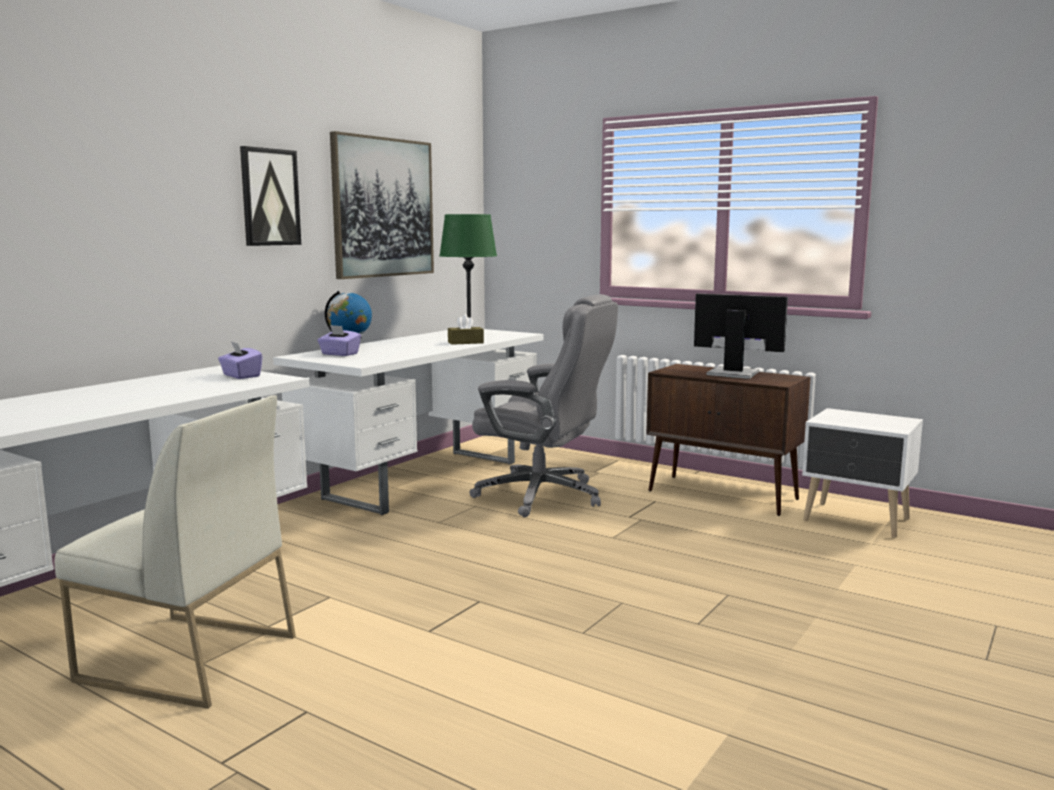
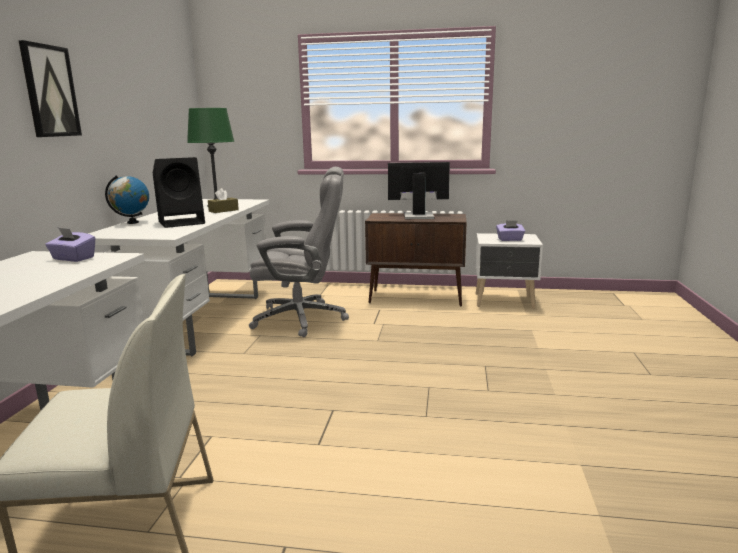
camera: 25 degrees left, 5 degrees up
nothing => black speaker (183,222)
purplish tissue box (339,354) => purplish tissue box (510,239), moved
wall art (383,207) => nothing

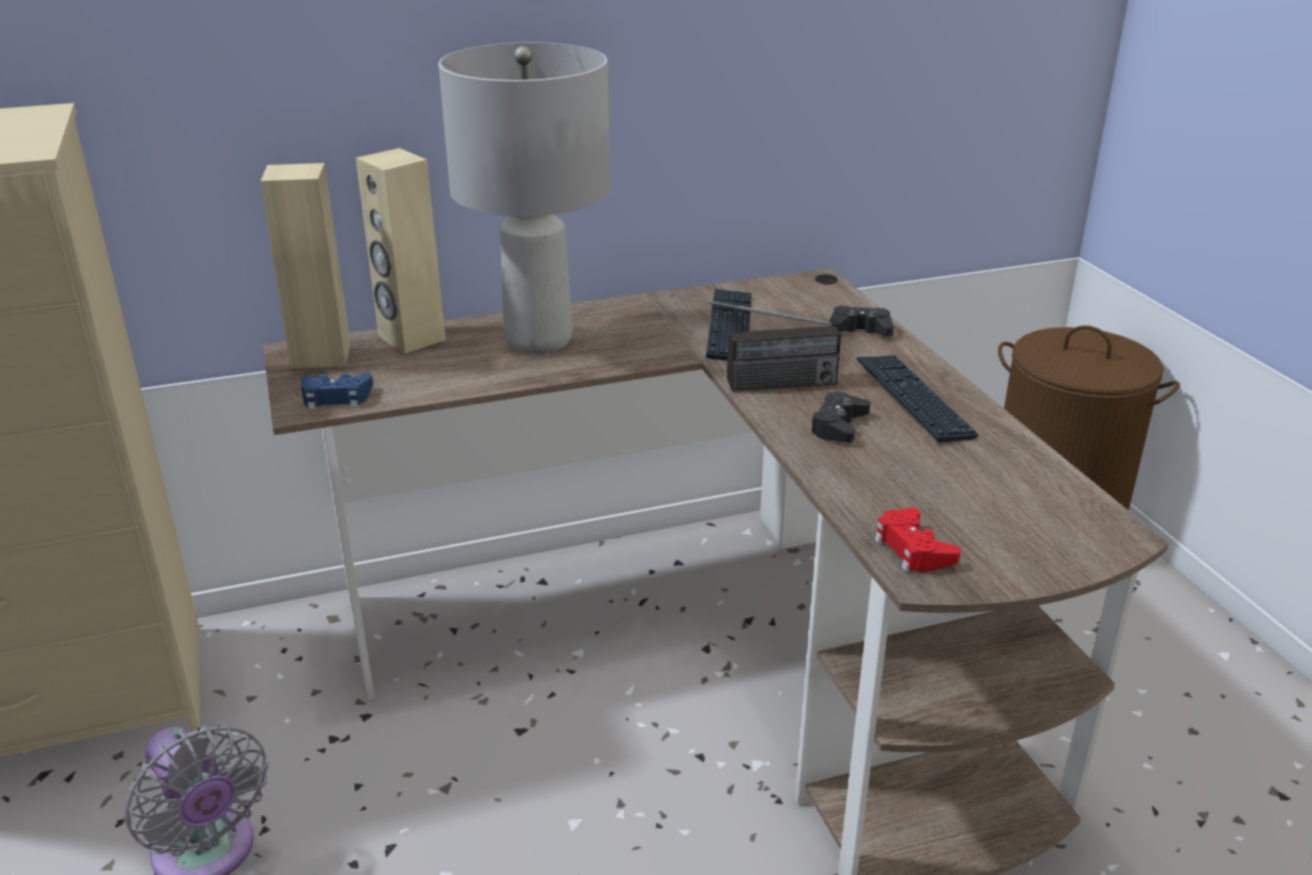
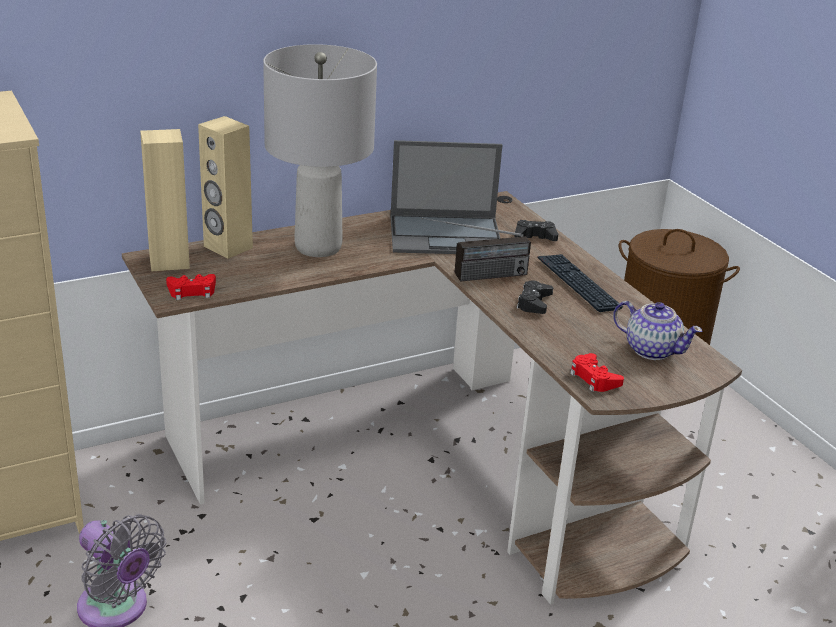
camera: 10 degrees left, 0 degrees up
blue-coloured joypad (336,398) => red-coloured joypad (192,291)
computer keyboard (729,326) => portable computer (447,235)
nothing => teapot (651,349)

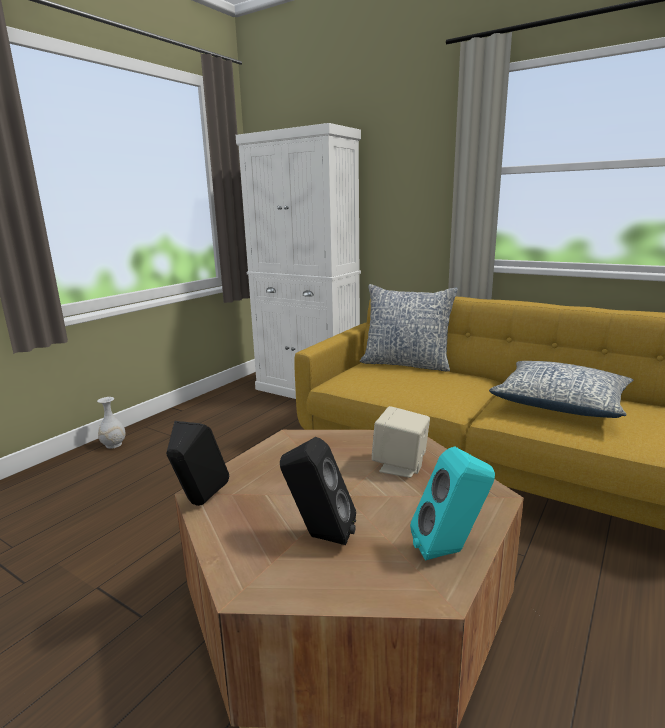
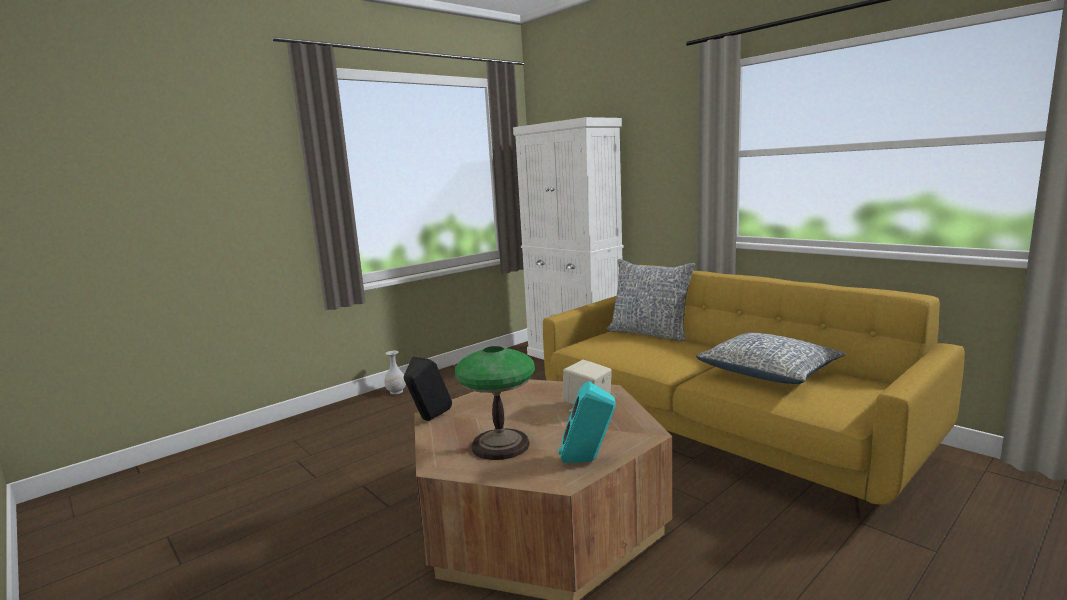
camera: 15 degrees right, 5 degrees down
black speaker (319,536) => tabletop lamp (500,445)

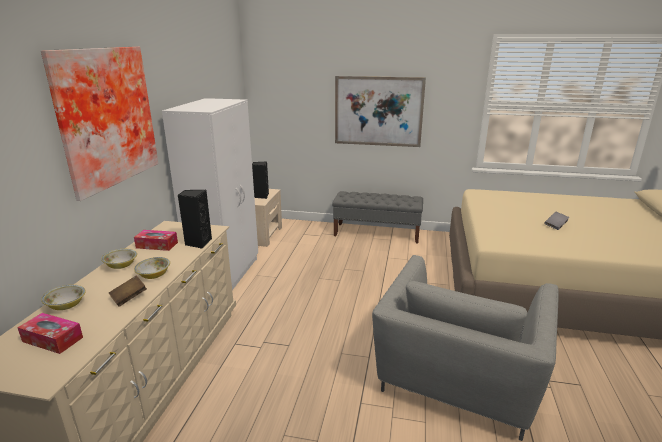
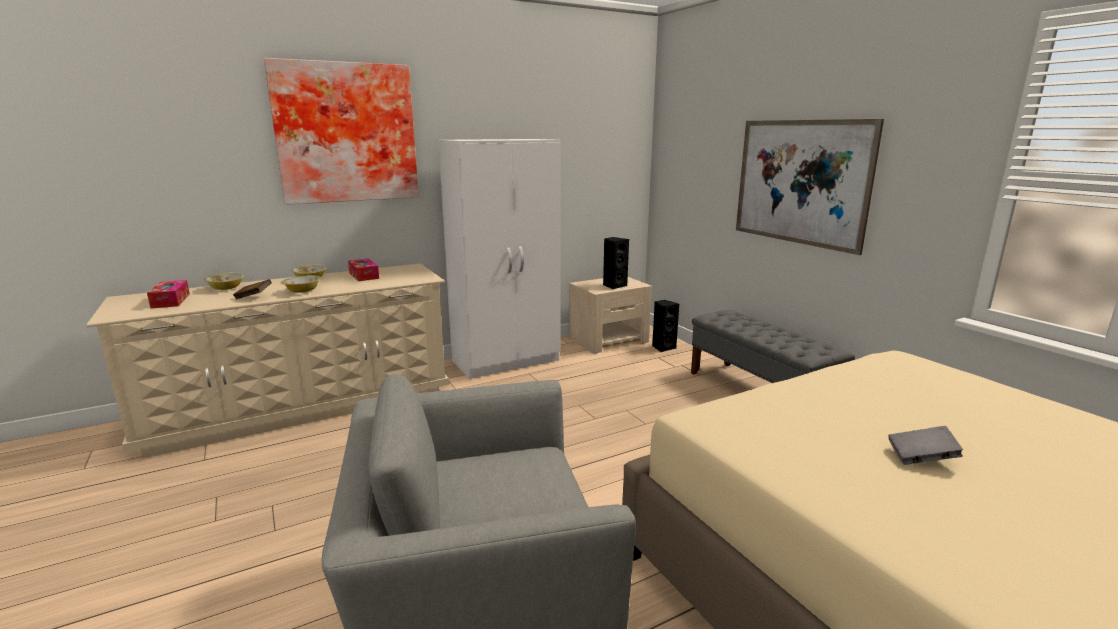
camera: 50 degrees right, 5 degrees down
black speaker (198,243) => black speaker (663,347), moved

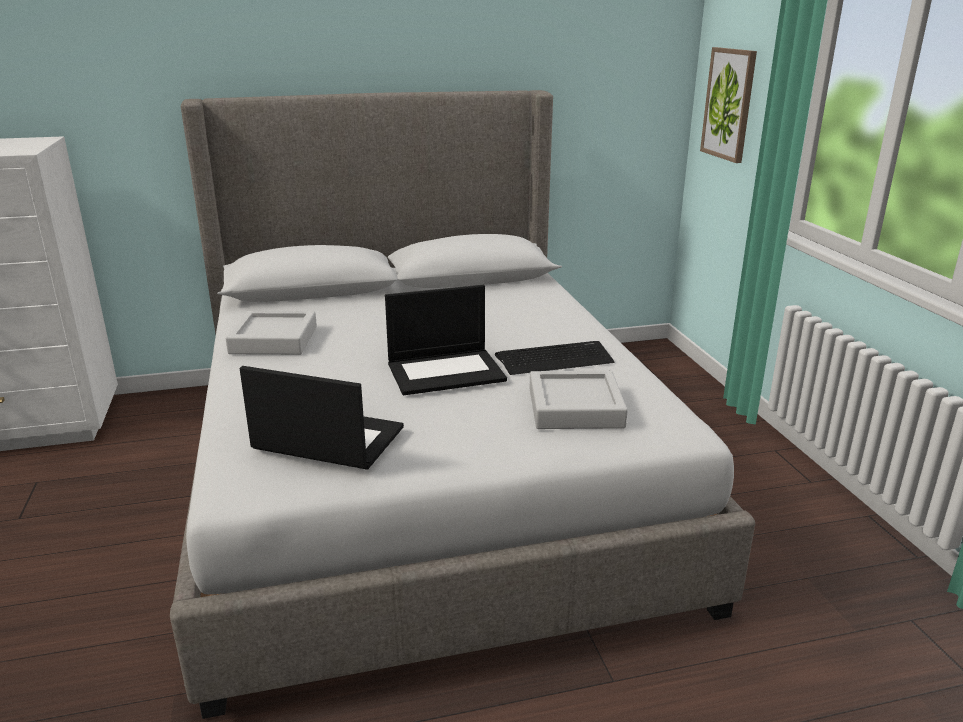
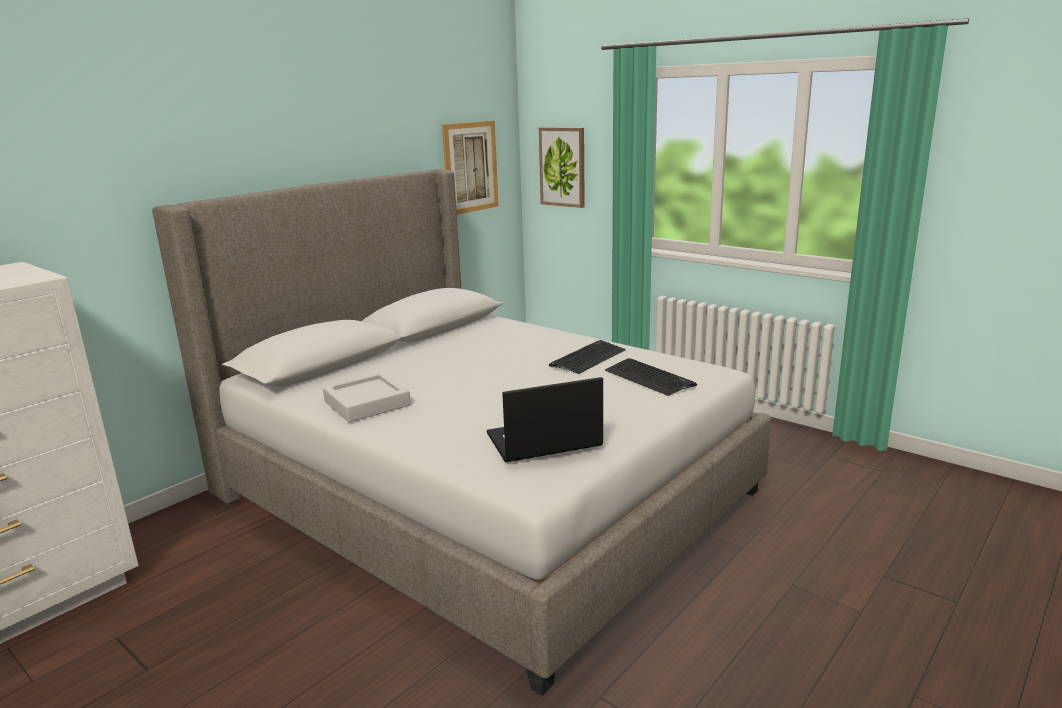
camera: 35 degrees left, 5 degrees down
nothing => wall art (470,167)
grey tray (575,408) => computer keyboard (649,378)
portable computer (446,371) => nothing

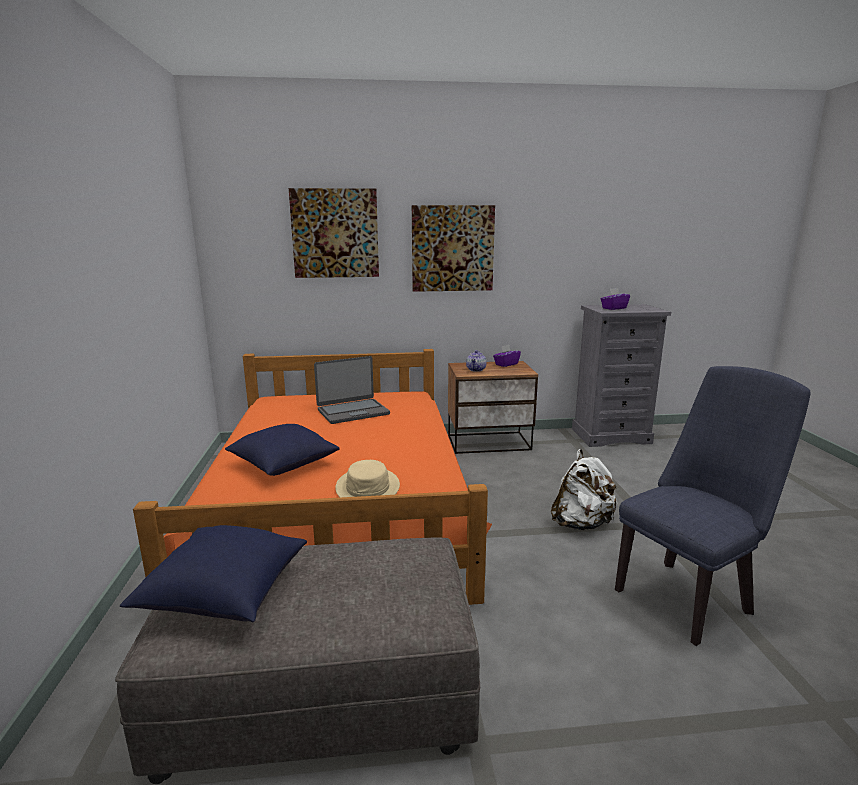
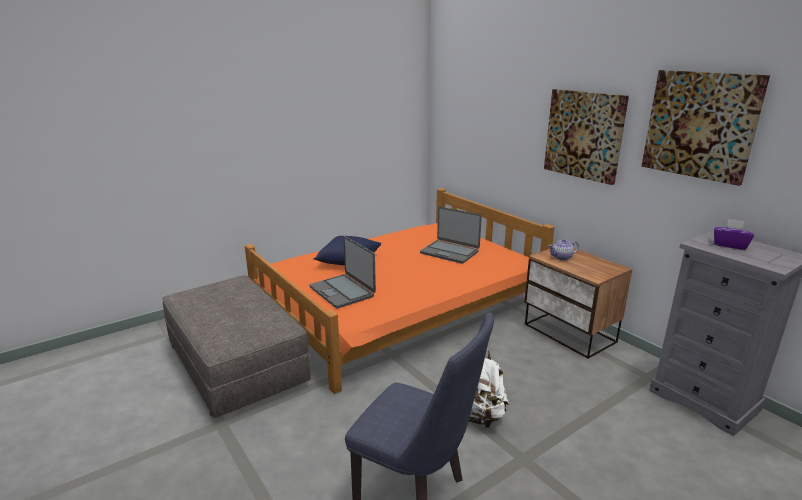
camera: 60 degrees right, 5 degrees up
beige-coloured wearable hat (368,487) => portable computer (342,291)
wall art (335,233) => wall art (700,125), moved
blue-coloured cushion (224,594) => nothing
purplish tissue box (506,364) => nothing

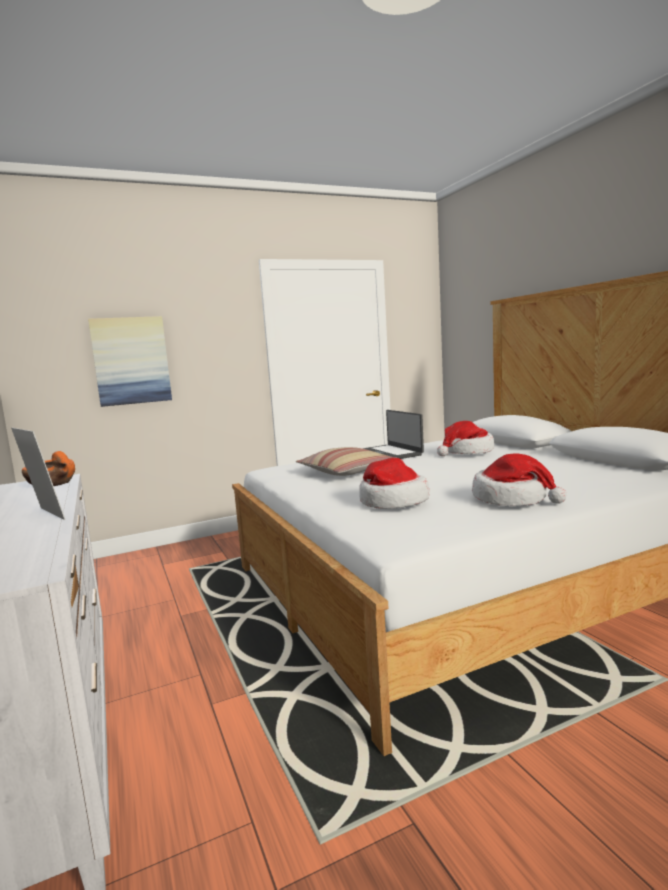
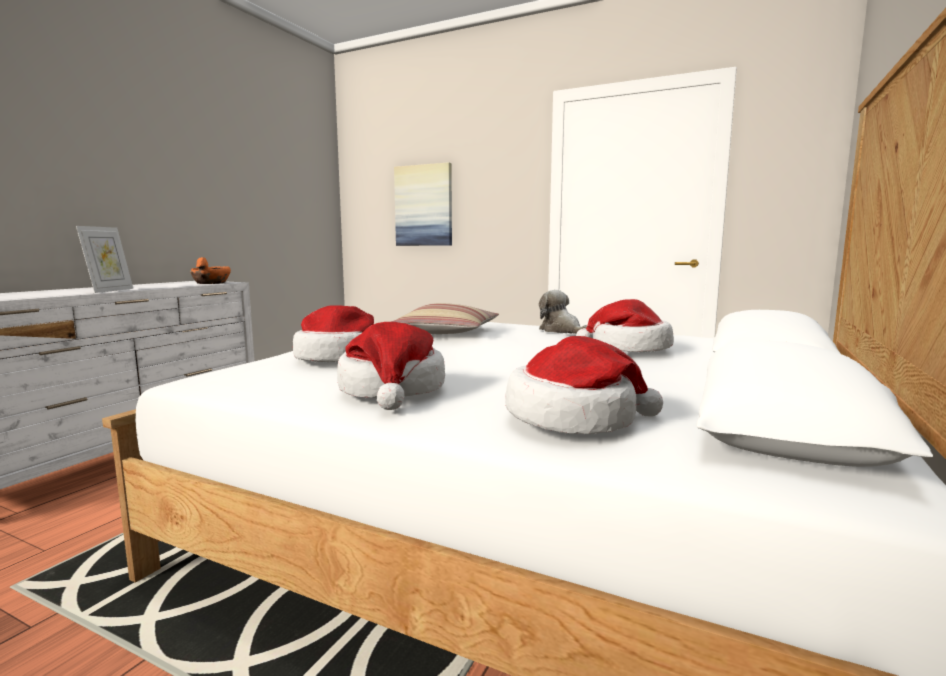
camera: 50 degrees right, 0 degrees up
nothing => wearable hat (574,417)
portable computer (390,453) => plush toy (561,331)

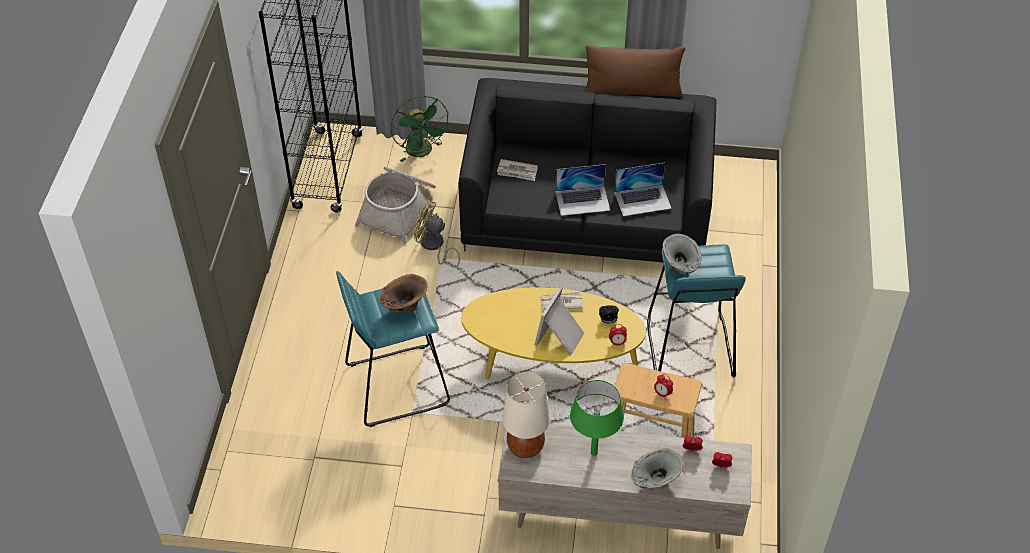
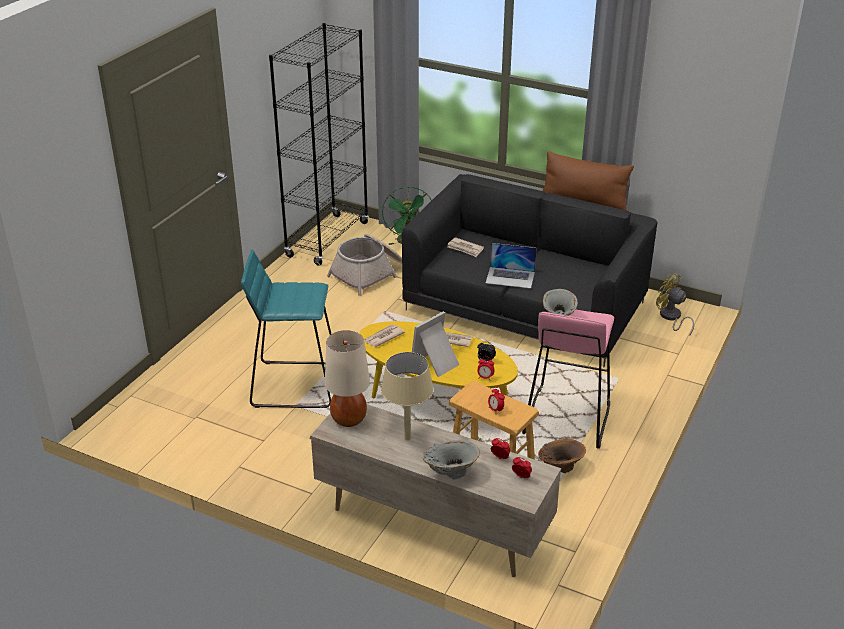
camera: 20 degrees right, 15 degrees down
nothing => newspaper (383,337)
greenish tabletop lamp (593,453) => beige-coloured tabletop lamp (407,438)
blue-green stool seat (688,348) => pink-coloured stool seat (566,418)
brown vase (404,307) => brown vase (560,468), moved
yellow-coloured cooling fan (433,246) => yellow-coloured cooling fan (671,318), moved
portable computer (643,200) => nothing

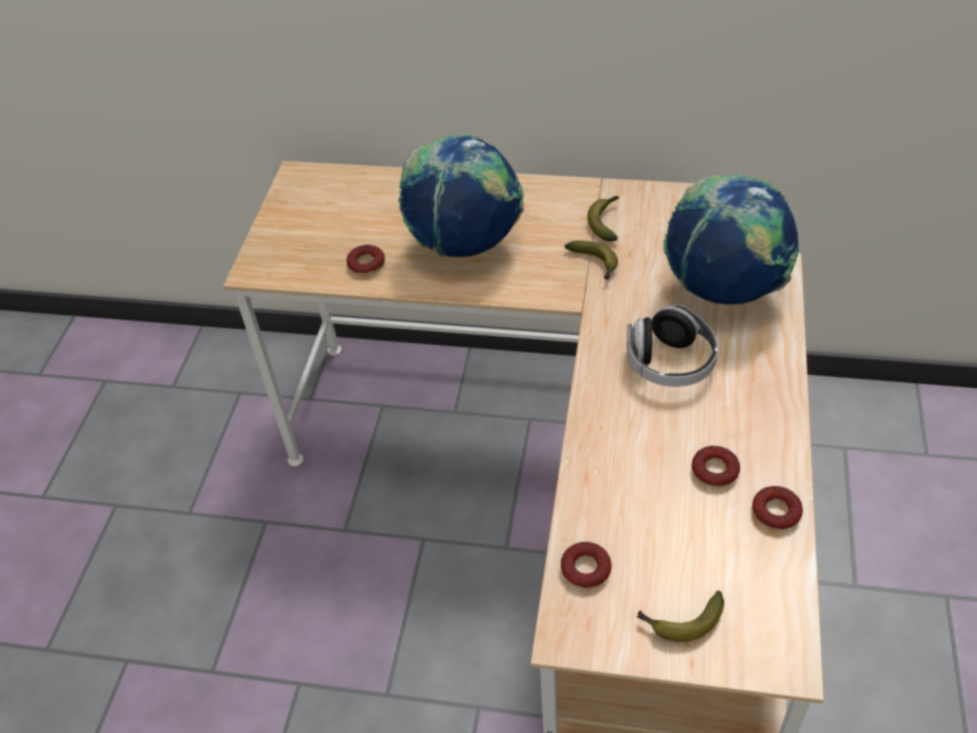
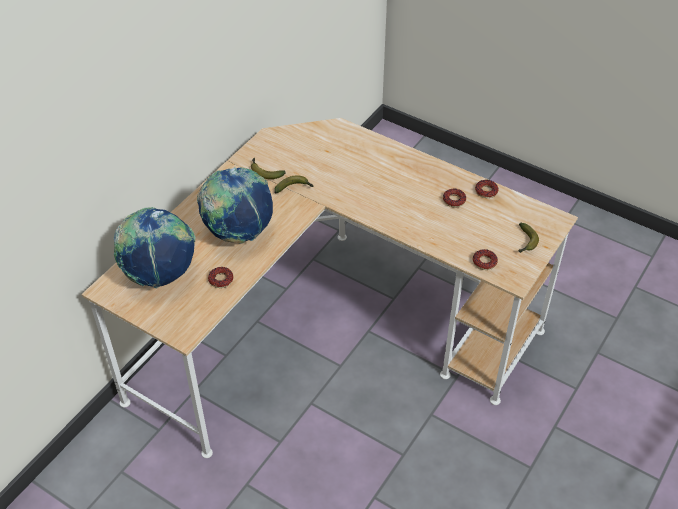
camera: 70 degrees left, 0 degrees up
desk globe (725,289) => desk globe (160,274), moved
headphones (670,363) => nothing

